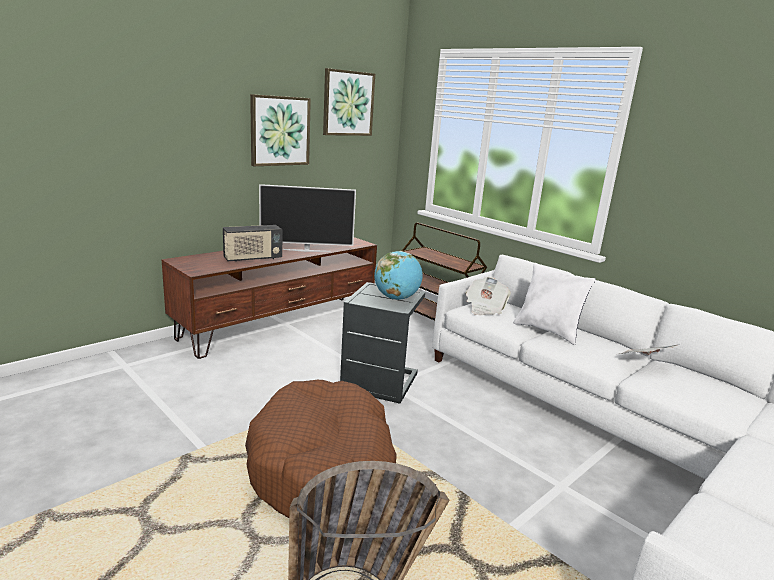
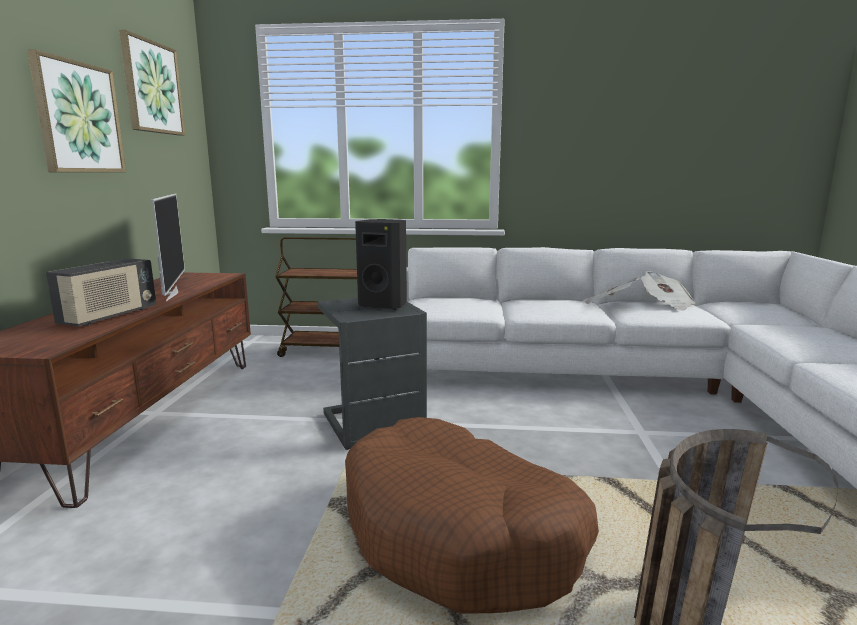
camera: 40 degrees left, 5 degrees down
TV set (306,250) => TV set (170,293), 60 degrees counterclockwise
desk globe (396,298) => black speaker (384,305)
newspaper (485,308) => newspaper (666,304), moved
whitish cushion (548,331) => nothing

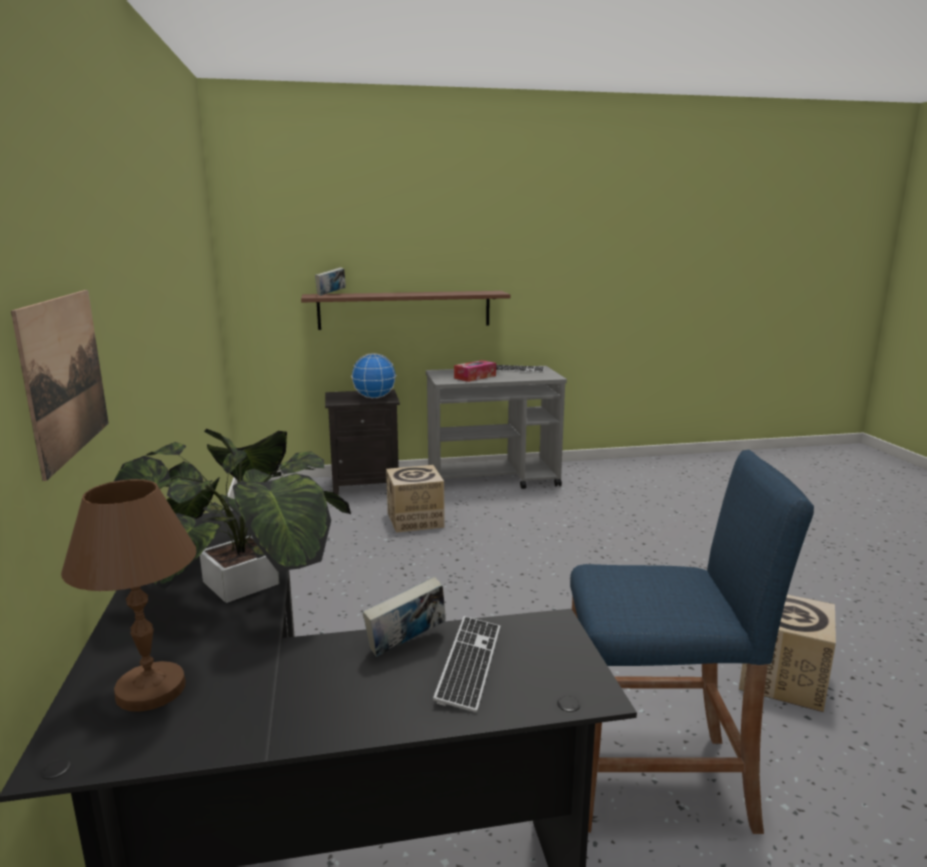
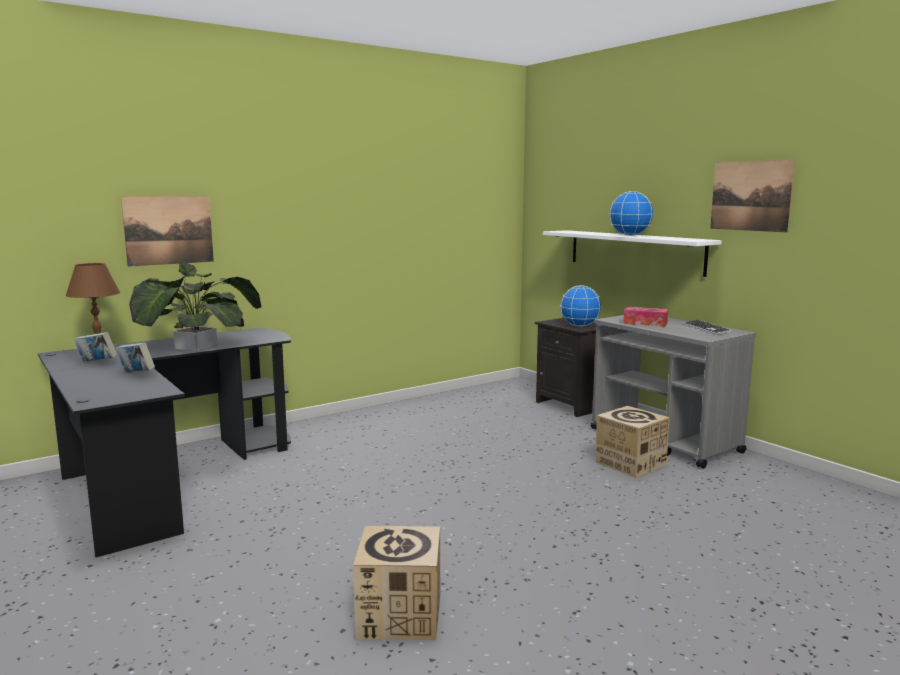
camera: 65 degrees right, 5 degrees down
volume (331,294) => volume (97,362), moved
brown bracket shelf (405,310) => whitish bracket shelf (634,251)
carton (415,520) => carton (630,463), moved
nothing => desk globe (630,235)
nothing => wall art (750,196)
computer keyboard (469,664) => nothing
blue-coloured stool seat (655,781) => nothing

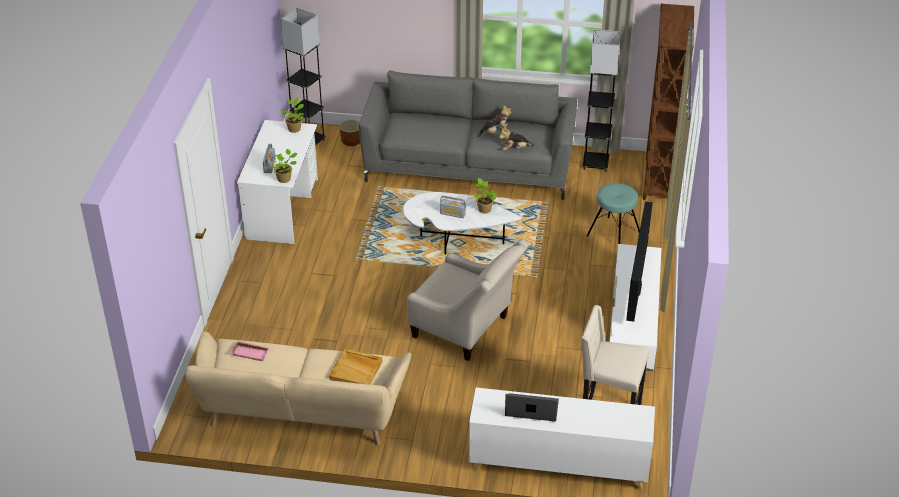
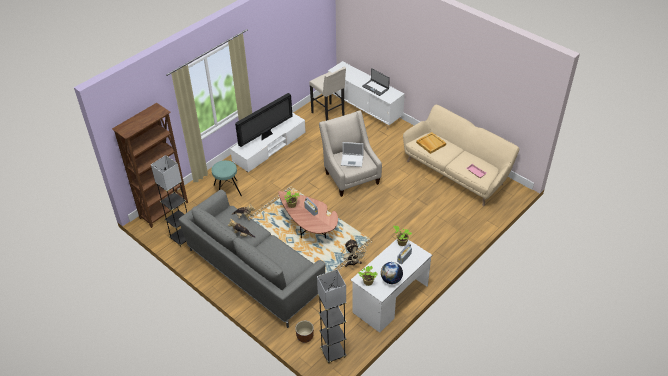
camera: 145 degrees left, 5 degrees up
whitish low table (455,239) => brown low table (309,227)
nothing => portable computer (352,160)
nothing => beige-coloured cooling fan (353,263)
nothing => desk globe (391,279)

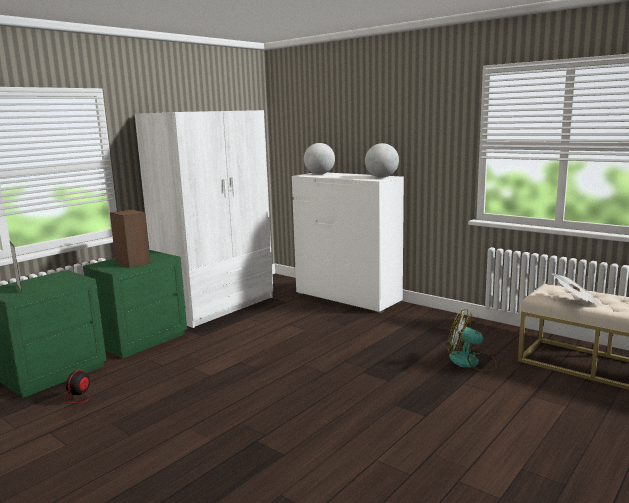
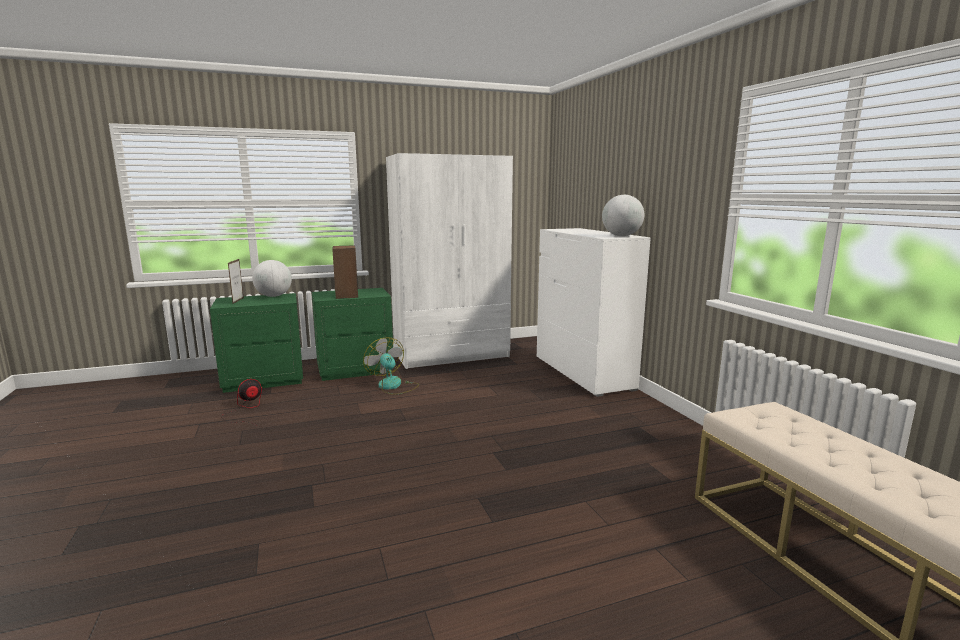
camera: 30 degrees right, 0 degrees up
desk globe (319,174) => desk globe (274,296), moved
cooling fan (471,362) => cooling fan (393,386), moved
newspaper (576,301) => nothing

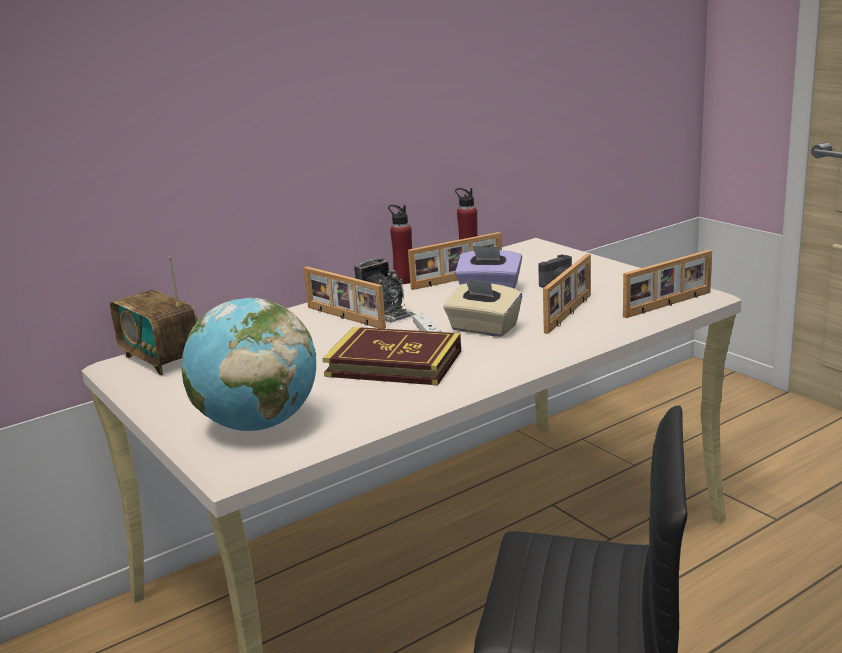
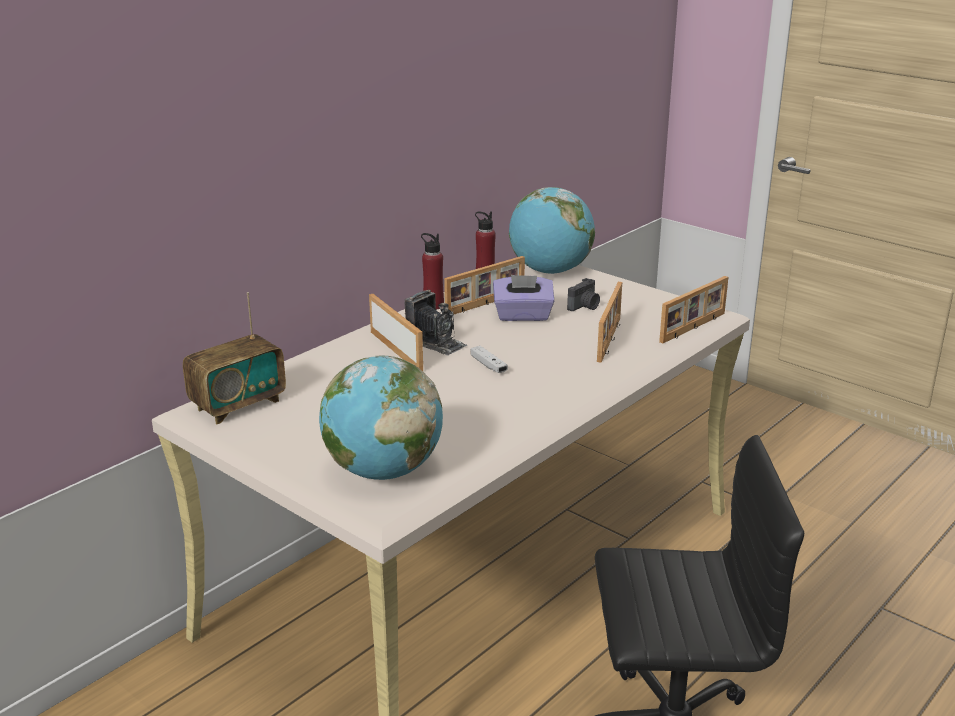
camera: 15 degrees left, 5 degrees up
radio set (161,359) => radio set (238,405), 75 degrees counterclockwise
standing frame (344,318) => standing frame (397,351), 150 degrees counterclockwise
nothing => desk globe (550,271)
volume (394,363) => nothing
beige-coloured tissue box (483,329) => nothing

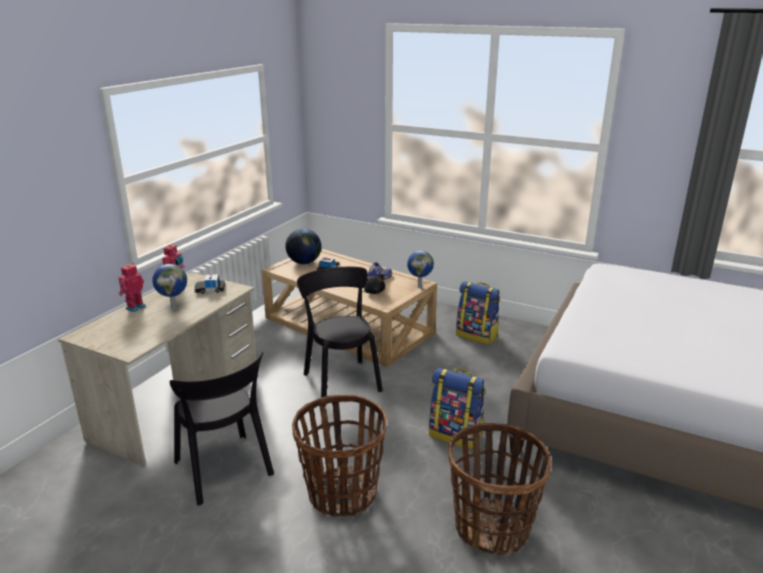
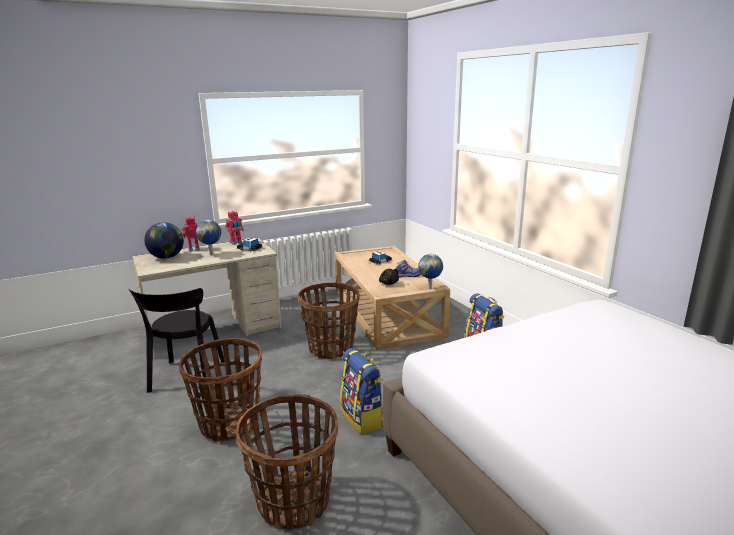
camera: 35 degrees right, 5 degrees down
desk globe (304,262) => desk globe (167,257), moved
black plain chair (341,380) => household basket (331,348)

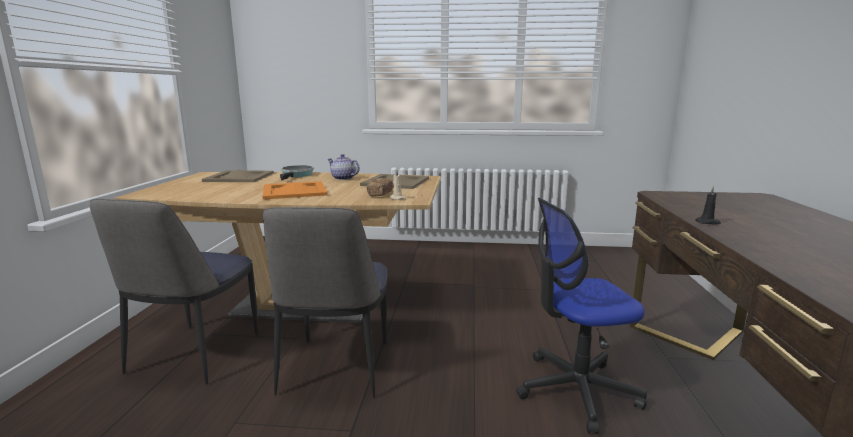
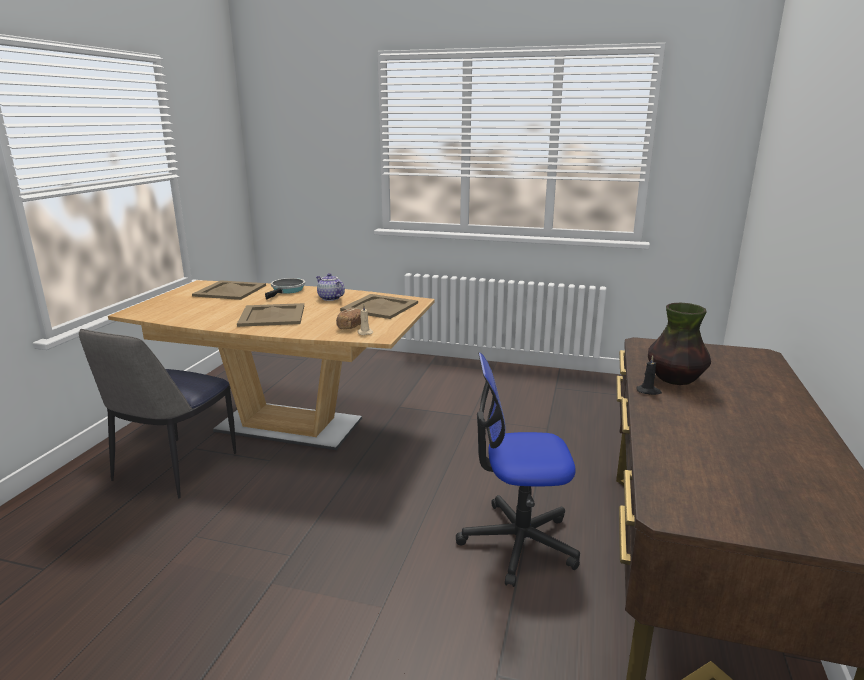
camera: 10 degrees right, 5 degrees up
orange-coloured tray (295,191) => beige-coloured tray (273,315)
nothing => vase (675,380)
plain chair (334,369) => nothing

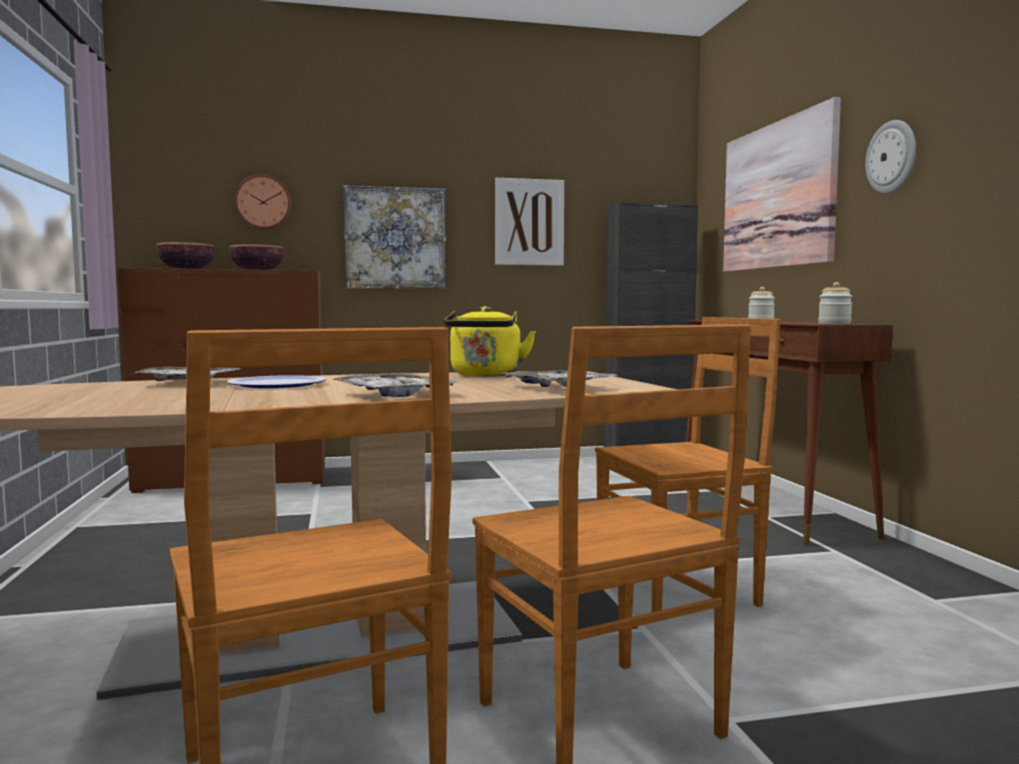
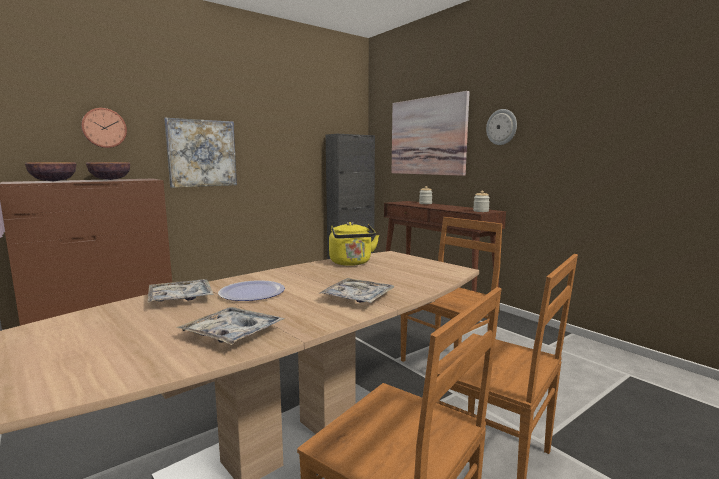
camera: 25 degrees left, 5 degrees up
tray (558,387) => tray (232,333), moved
wall art (529,222) => nothing

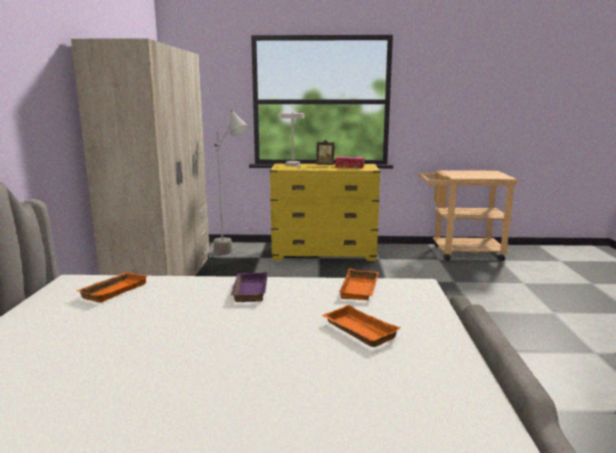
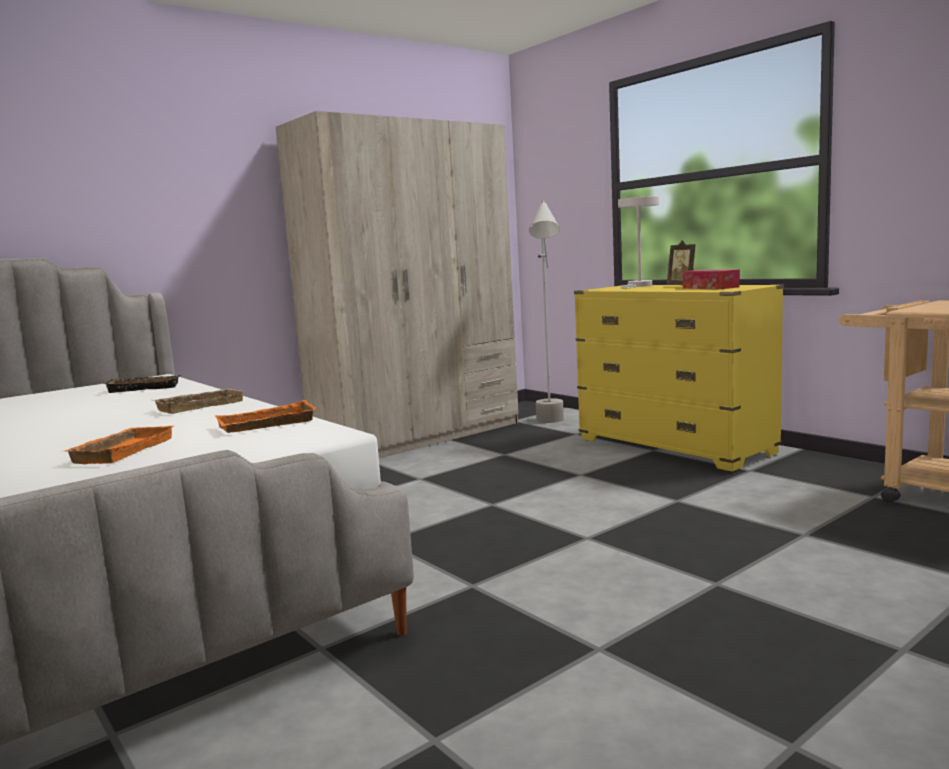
camera: 50 degrees right, 5 degrees down
orange-coloured tray (113,290) => black tray (146,388)
purplish tray (248,290) => beige-coloured tray (200,405)

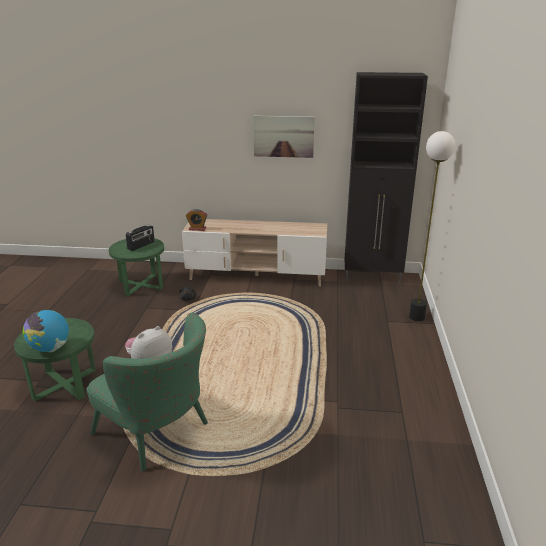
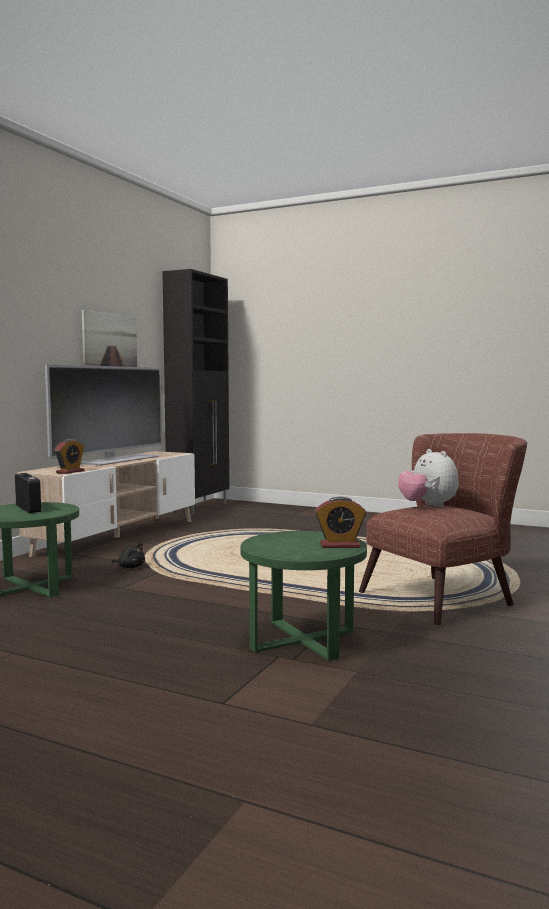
camera: 70 degrees left, 20 degrees down
nothing => TV set (119,460)
desk globe (50,348) => table clock (340,545)
greenish lounge chair (158,434) => brown lounge chair (447,597)
standard lamp (417,317) => nothing

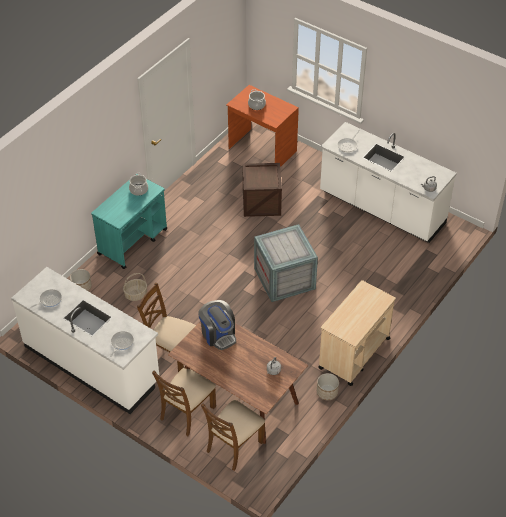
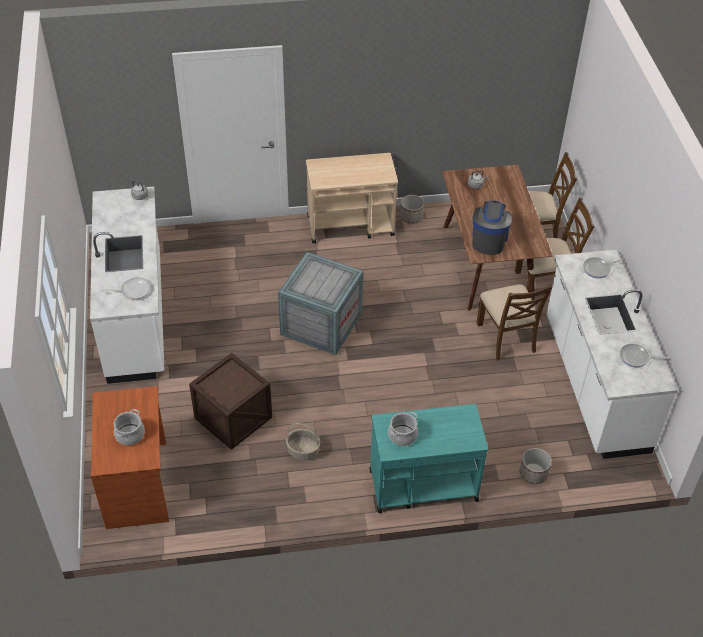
camera: 135 degrees left, 0 degrees up
household basket (136,294) => household basket (303,451), moved

